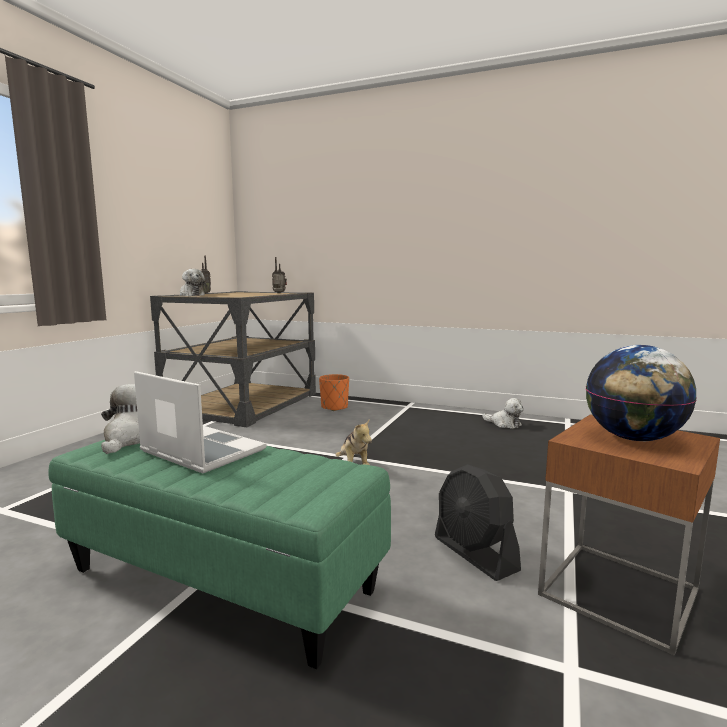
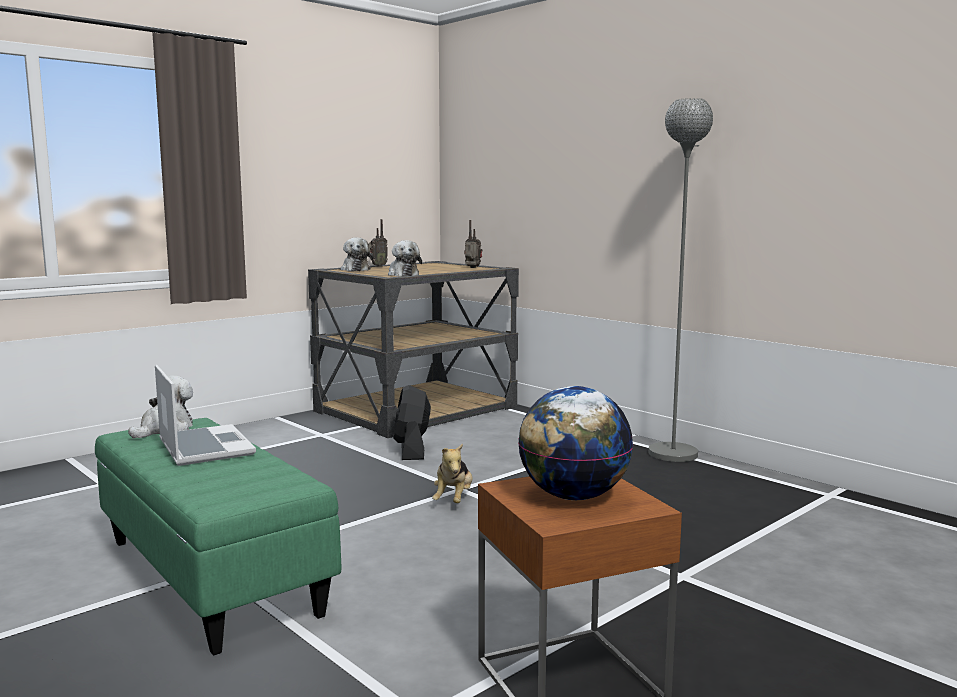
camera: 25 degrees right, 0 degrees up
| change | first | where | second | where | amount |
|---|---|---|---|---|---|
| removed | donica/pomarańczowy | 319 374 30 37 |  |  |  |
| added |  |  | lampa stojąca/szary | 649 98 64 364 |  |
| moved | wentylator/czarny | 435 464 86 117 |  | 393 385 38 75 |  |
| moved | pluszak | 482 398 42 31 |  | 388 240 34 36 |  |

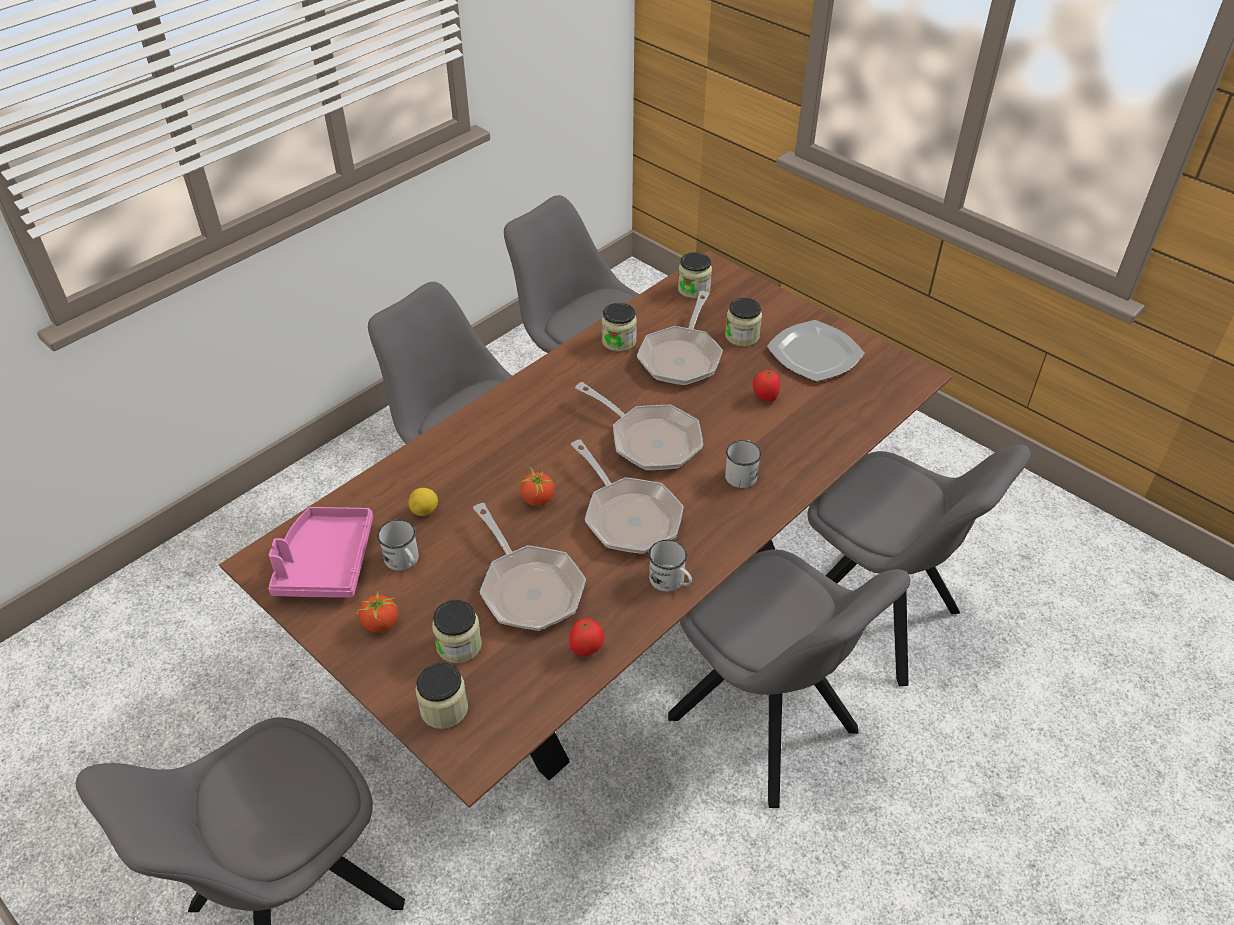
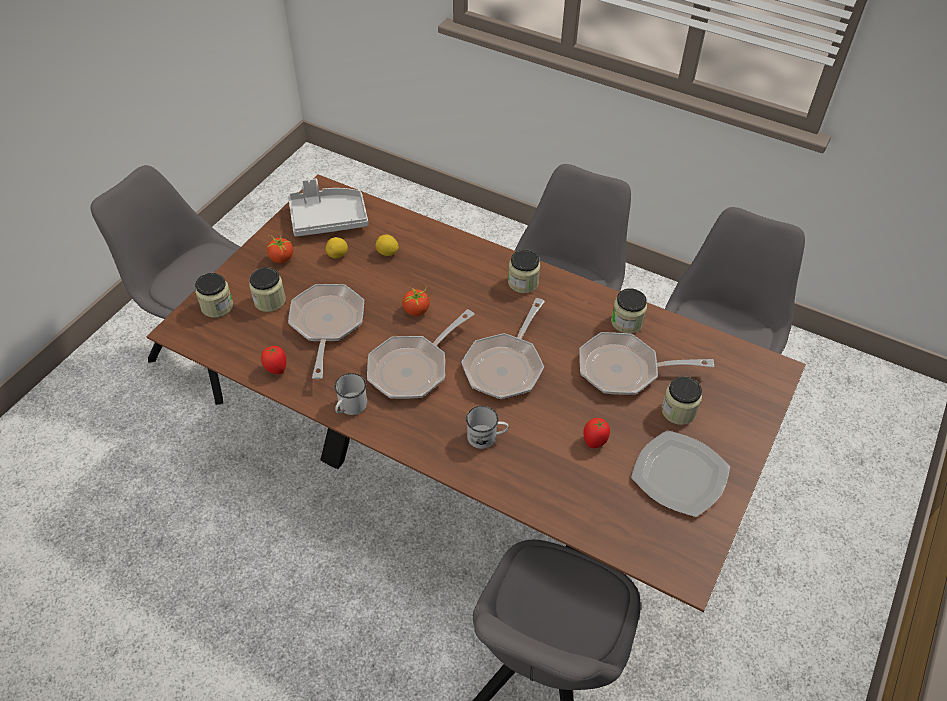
camera: 75 degrees right, 5 degrees up
| change | first | where | second | where | amount |
|---|---|---|---|---|---|
| removed | krzesło/szary | 668 549 243 259 |  |  |  |
| moved | słoik | 678 252 34 47 |  | 508 249 33 44 |  |
| replaced | kubek/biały | 377 519 42 52 | cytryna | 326 237 22 21 |  |
| recoloured | taca/różowy | 268 507 105 90 | taca/szary | 288 178 80 59 |  |
| turned | patelnia | 473 503 113 128 |  | 288 284 76 95 | 135 degrees clockwise |

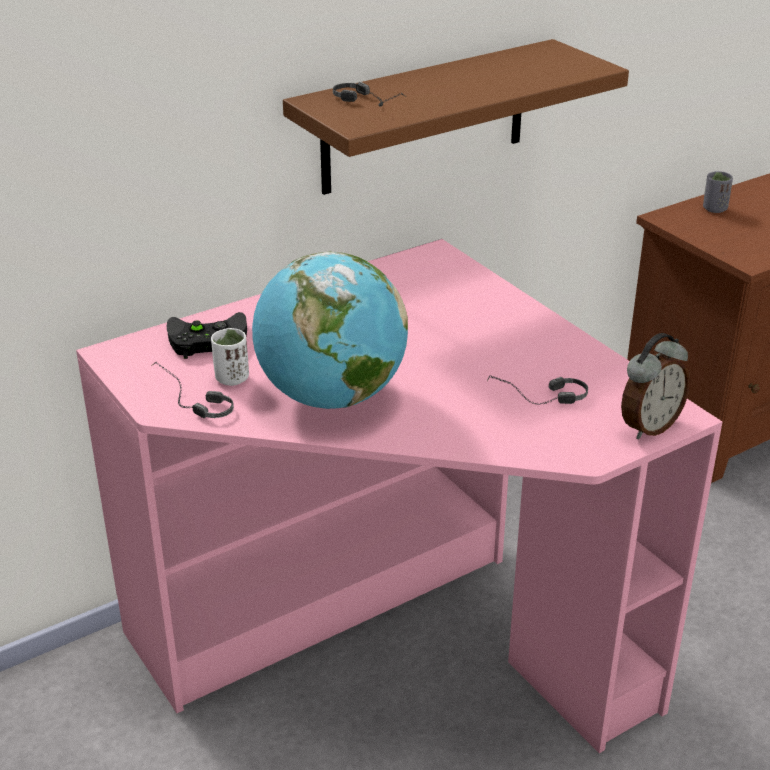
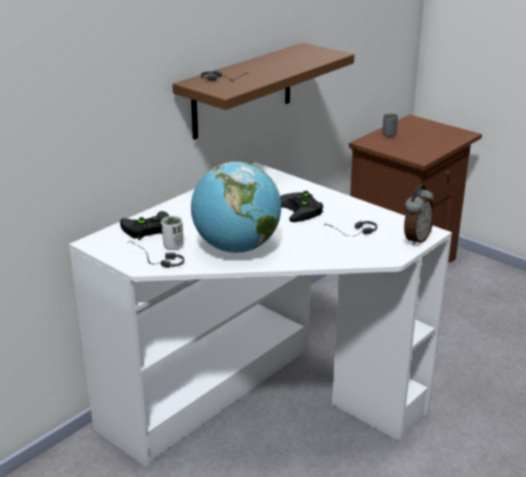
camera: 15 degrees left, 5 degrees down
| change | first | where | second | where | amount |
|---|---|---|---|---|---|
| added |  |  | pad do gier/czarny | 280 191 43 31 |  |
| recoloured | biurko/różowy | 76 239 646 514 | biurko/biały | 69 162 383 305 |  |

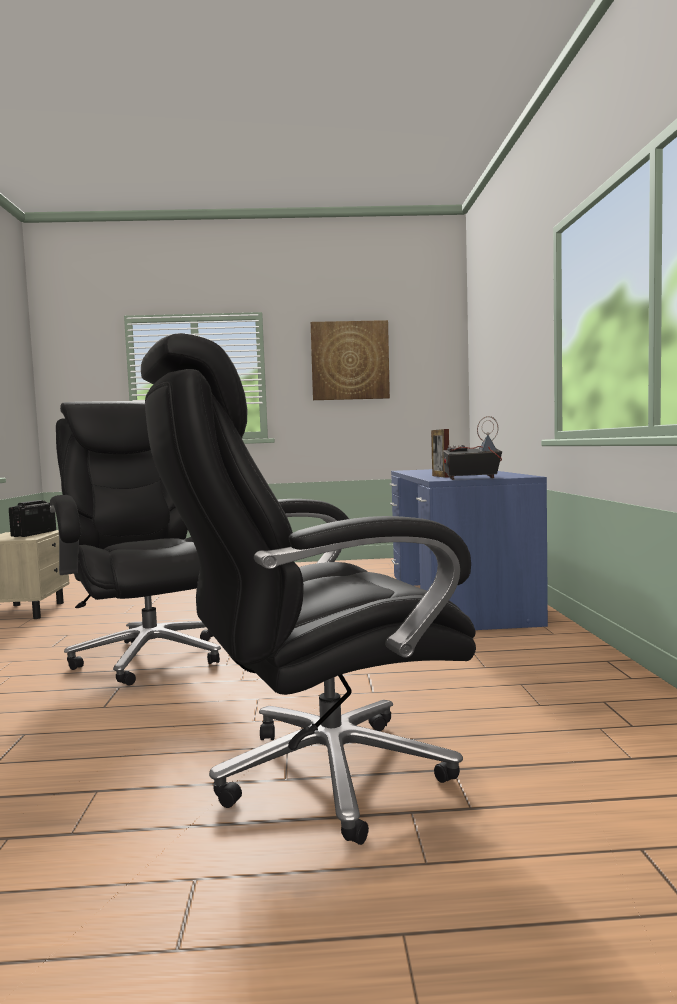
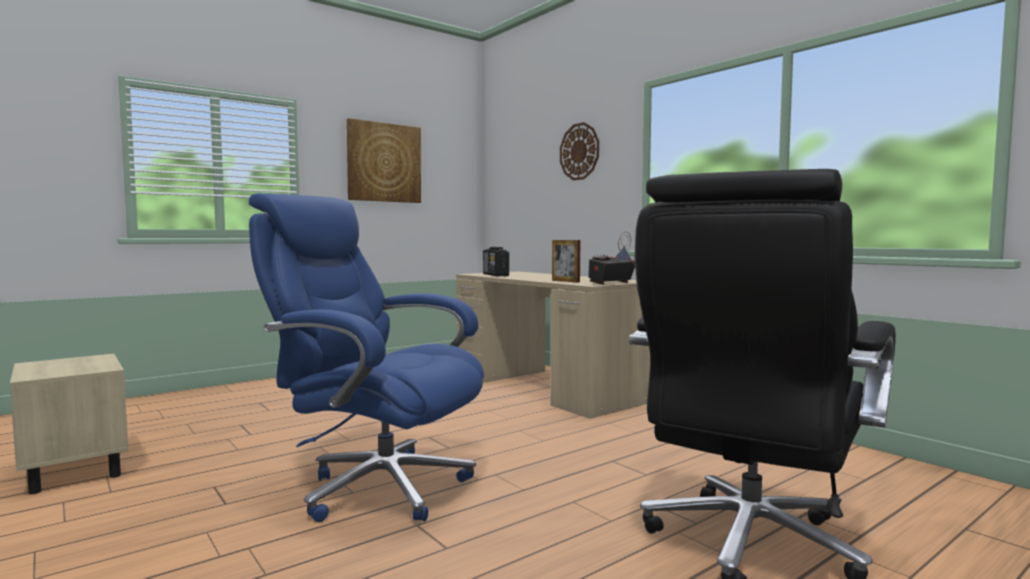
camera: 35 degrees left, 0 degrees up
| change | first | where | second | where | amount |
|---|---|---|---|---|---|
| added |  |  | zegar ścienny | 560 122 39 58 |  |
| moved | radio | 9 500 47 37 |  | 483 247 26 30 |  |
| recoloured | krzesło biurowe/czarny | 50 401 171 284 | krzesło biurowe/niebieski | 249 193 235 329 |  |
| recoloured | biurko/niebieski | 389 469 159 161 | biurko/beżowy | 456 271 194 148 |  |

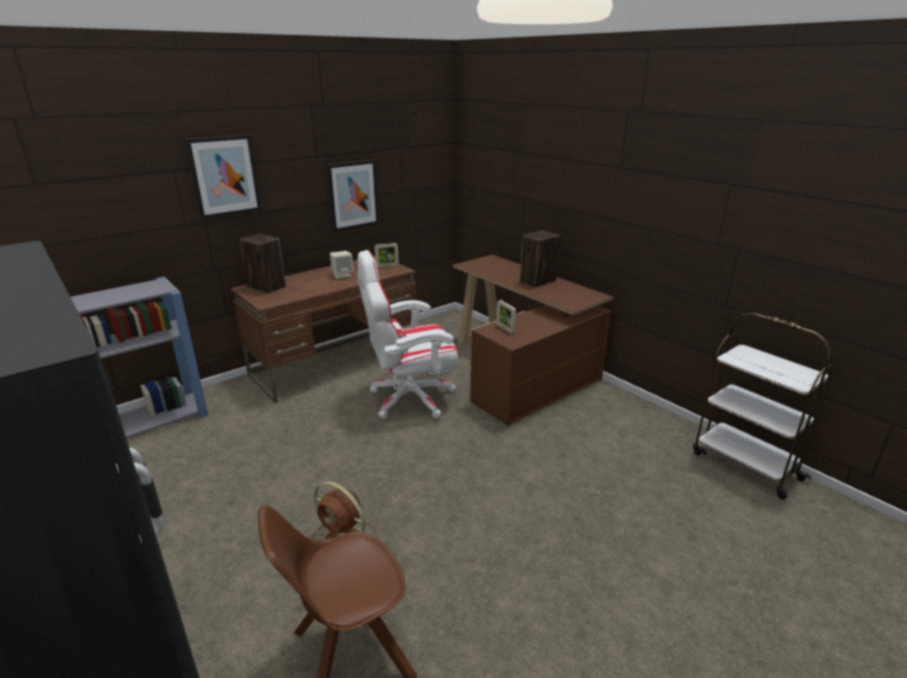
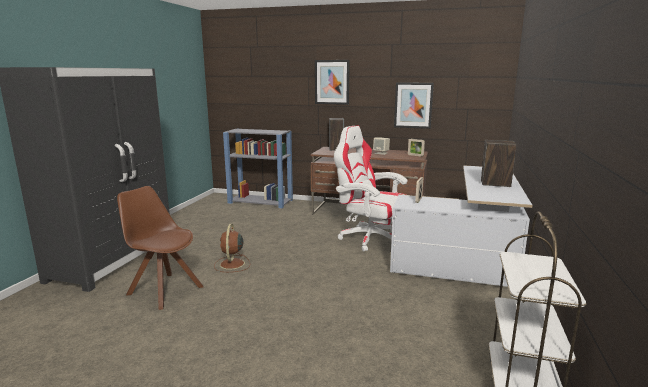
camera: 55 degrees right, 10 degrees down
| change | first | where | second | where | amount |
|---|---|---|---|---|---|
| recoloured | biurko/brązowy | 453 255 161 171 | biurko/biały | 390 166 142 121 |  |

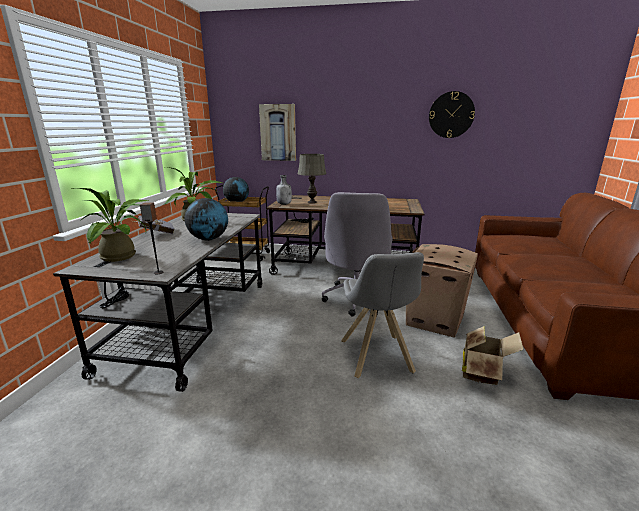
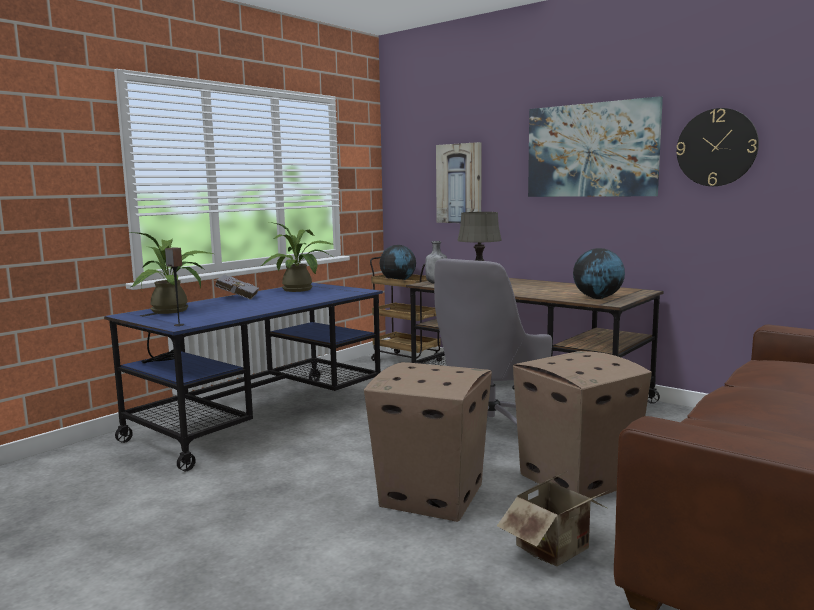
camera: 30 degrees right, 10 degrees down
| change | first | where | second | where | amount |
|---|---|---|---|---|---|
| added |  |  | obraz | 528 96 135 101 |  |
| moved | globus | 184 198 44 43 |  | 573 248 52 51 |  |
| replaced | krzesło/szary | 341 252 83 126 | karton | 364 362 128 160 |  |
| recoloured | biurko/szary | 53 213 210 179 | biurko/niebieski | 104 283 279 188 |  |

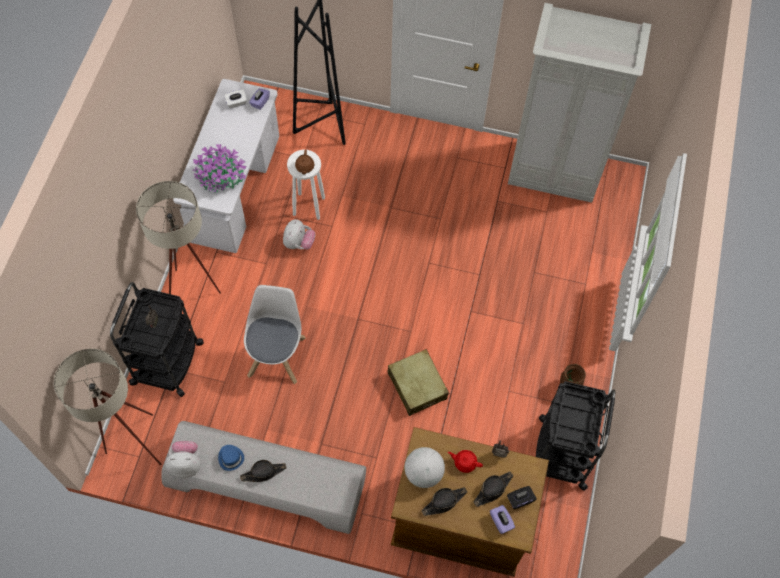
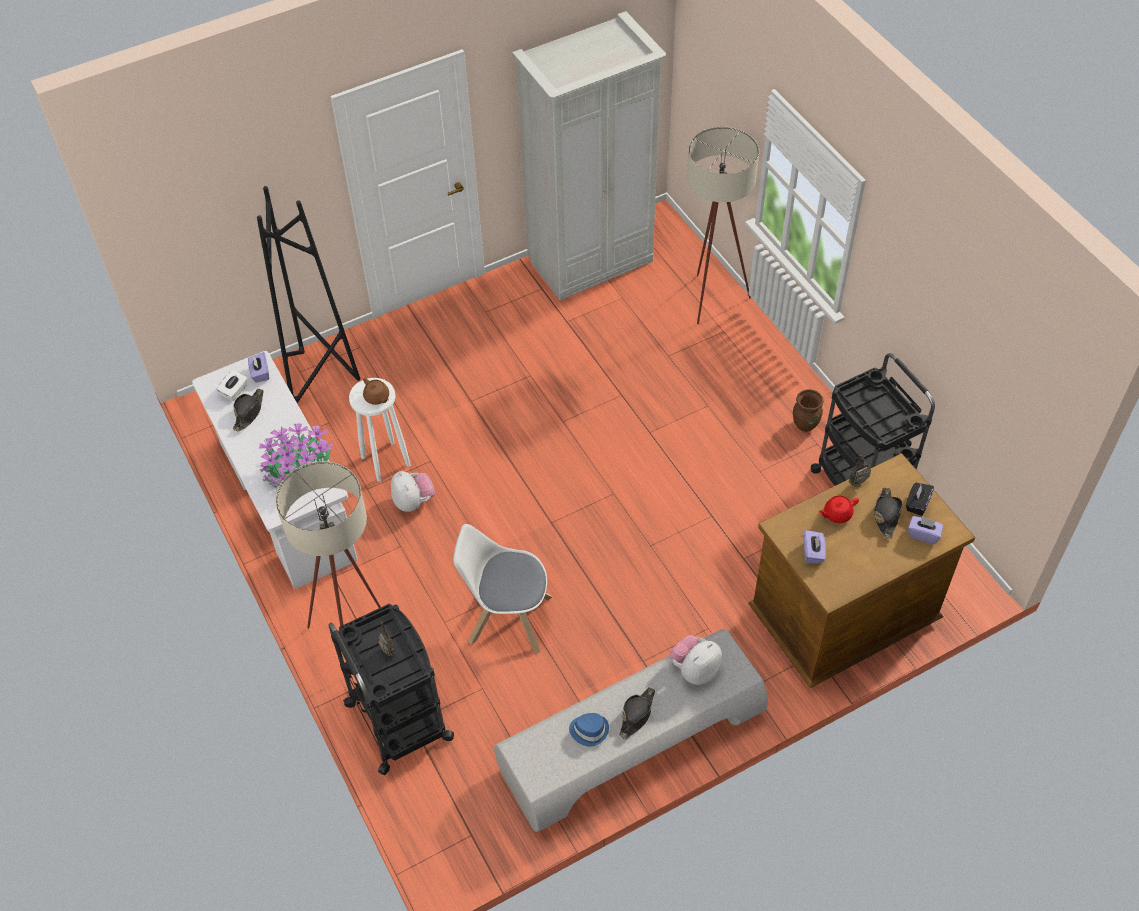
camera: 40 degrees left, 10 degrees down
| change | first | where | second | where | amount |
|---|---|---|---|---|---|
| removed | walizka/beżowy | 387 349 62 67 |  |  |  |
| moved | lampa stojąca/beżowy | 54 349 108 116 |  | 687 126 72 198 |  |
| moved | pluszak | 165 441 36 37 |  | 669 635 53 50 |  |
| moved | kapelusz/czarny | 422 487 45 29 |  | 233 388 31 43 |  |
| replaced | globus | 405 447 40 41 | pudełko chusteczek/fioletowy | 804 530 22 34 |  |
| turned | krzesło | 244 285 62 100 |  | 453 524 99 130 | 45 degrees counterclockwise |

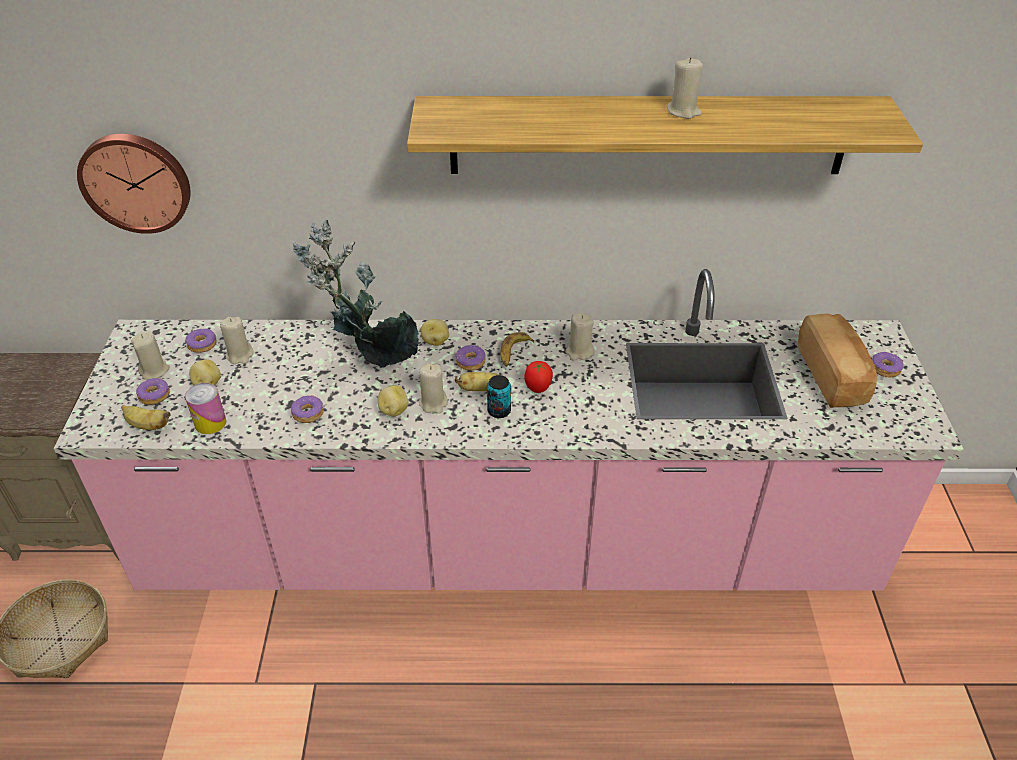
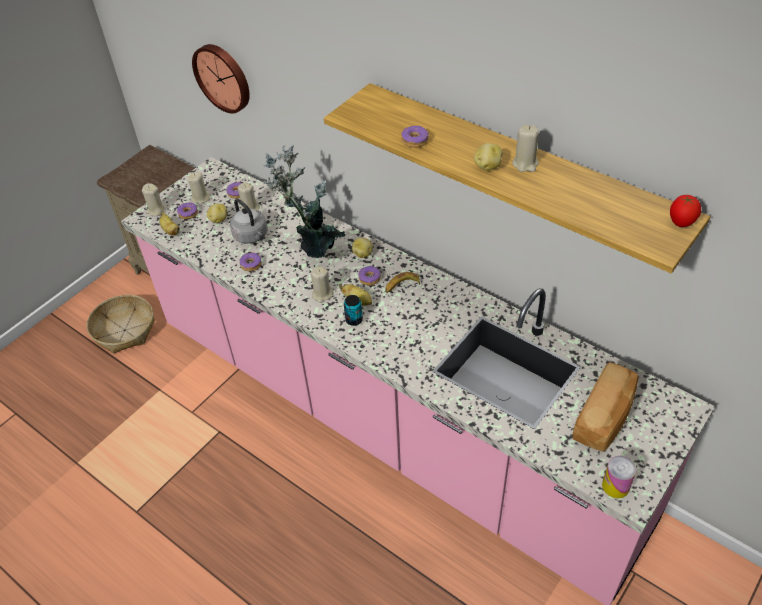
camera: 40 degrees right, 5 degrees up
| change | first | where | second | where | amount |
|---|---|---|---|---|---|
| added |  |  | czajnik/szary | 230 199 37 45 |  |
| moved | puszka | 185 383 41 51 |  | 602 456 34 42 |  |
| moved | ziemniak | 378 385 30 31 |  | 474 143 28 28 |  |
| moved | pomidor | 524 361 29 32 |  | 670 195 31 32 |  |
| moved | świeca/beżowy | 565 313 30 48 |  | 142 183 24 33 |  |
| moved | donut | 872 352 32 25 |  | 402 126 27 22 |  |

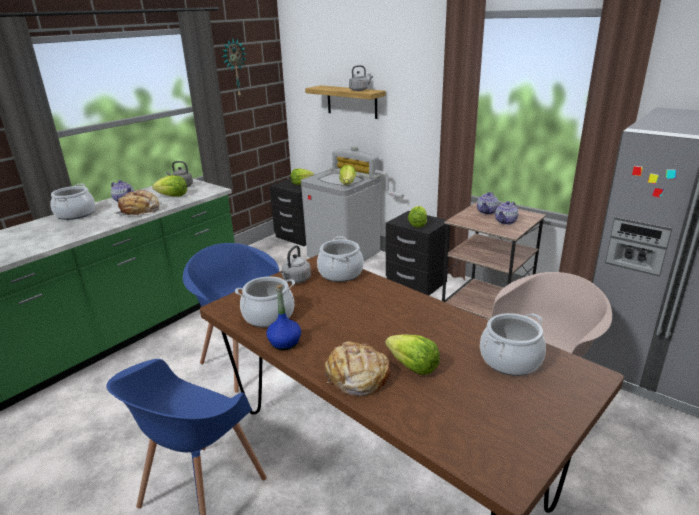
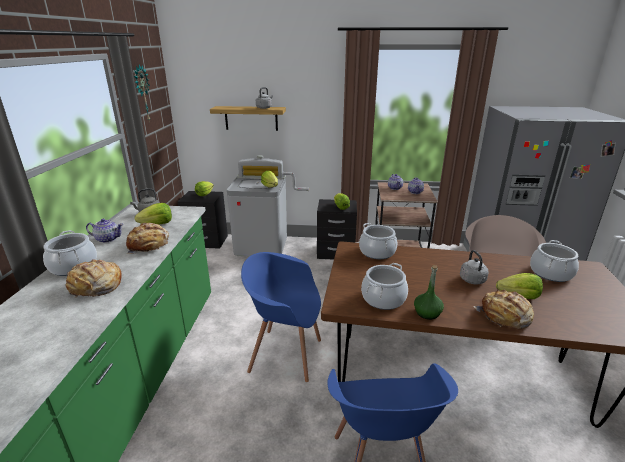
camera: 35 degrees left, 0 degrees up
| change | first | where | second | where | amount |
|---|---|---|---|---|---|
| added |  |  | chleb | 65 259 56 39 |  |
| moved | czajnik/szary | 281 245 30 38 |  | 460 250 29 34 |  |
| recoloured | butelka/niebieski | 266 284 35 66 | butelka/zielony | 414 265 30 55 |  |

